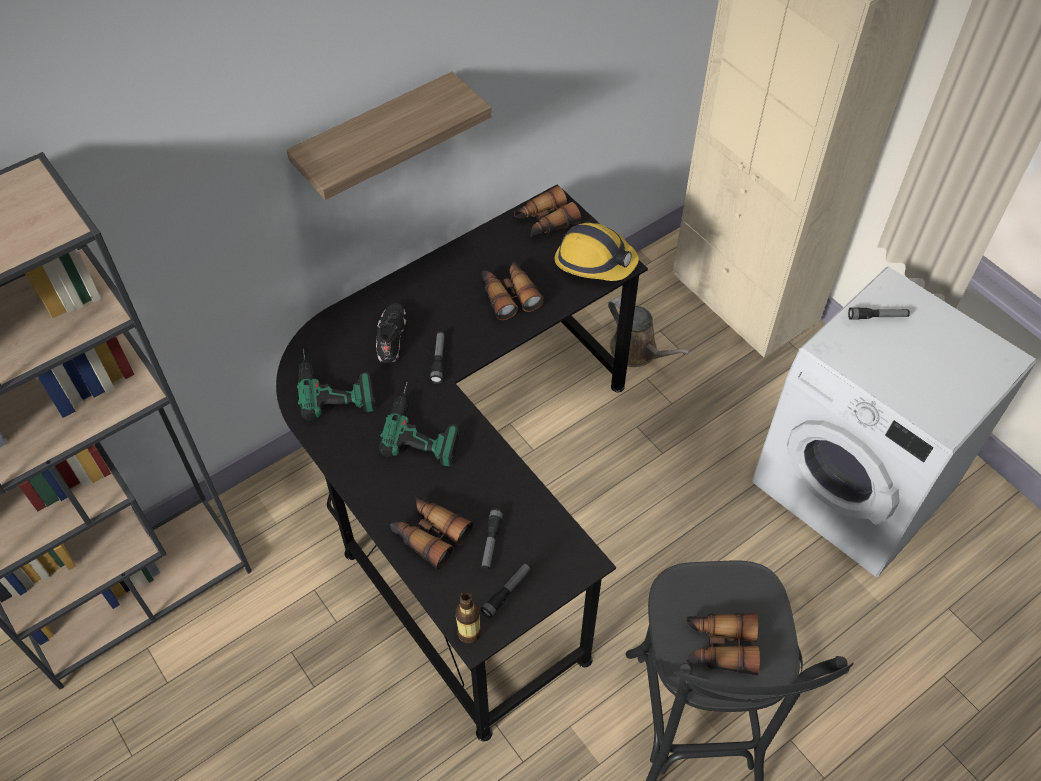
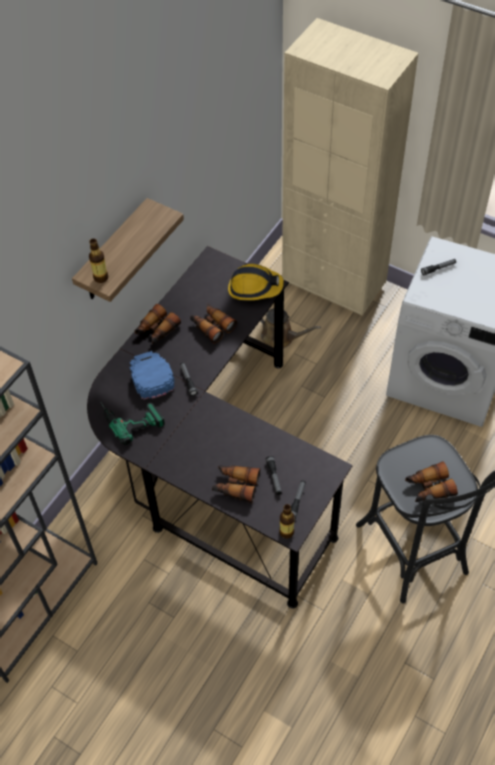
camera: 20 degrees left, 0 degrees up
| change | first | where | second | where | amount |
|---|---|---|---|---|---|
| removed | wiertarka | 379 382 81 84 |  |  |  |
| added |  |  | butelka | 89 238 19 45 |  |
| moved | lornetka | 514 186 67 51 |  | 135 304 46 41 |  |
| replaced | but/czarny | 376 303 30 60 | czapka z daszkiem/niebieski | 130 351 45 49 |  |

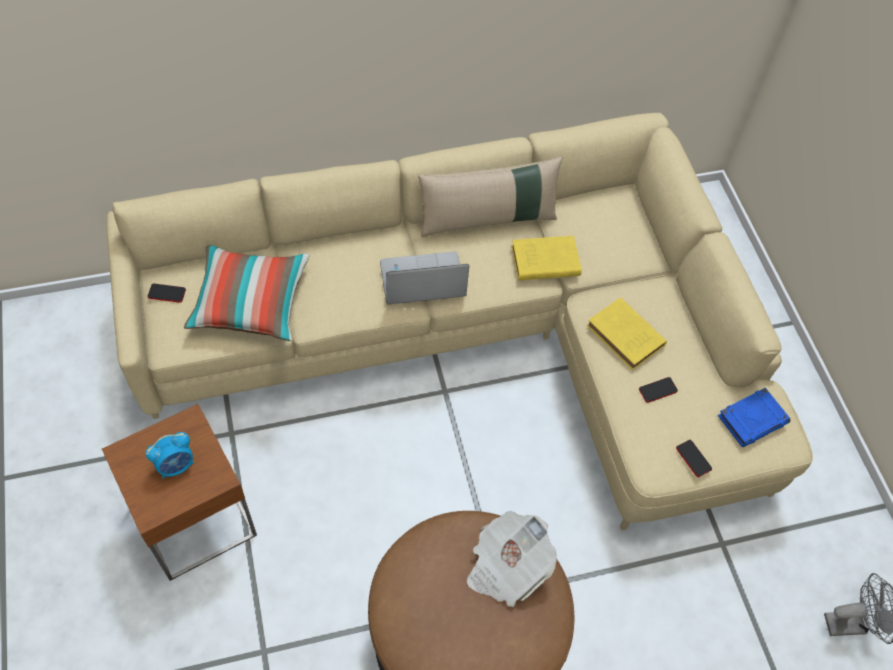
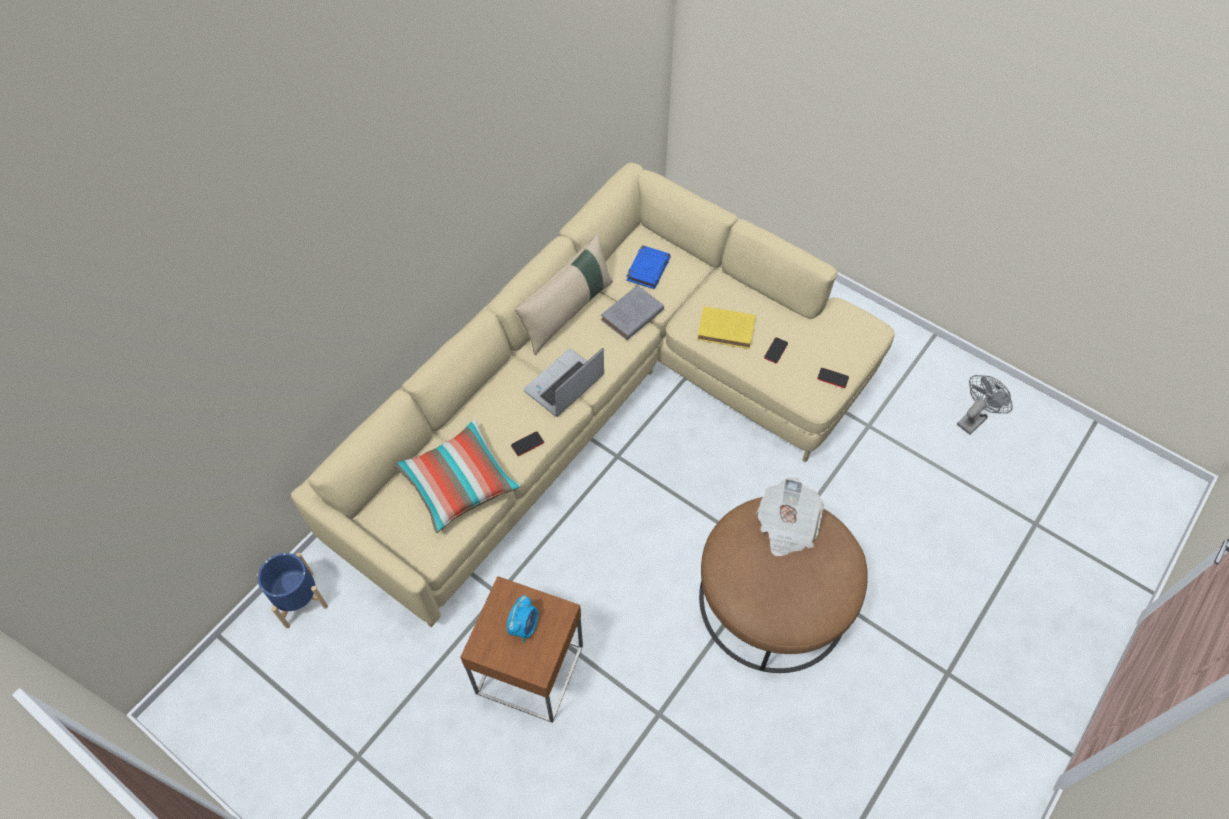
camera: 35 degrees left, 0 degrees up
| change | first | where | second | where | amount |
|---|---|---|---|---|---|
| added |  |  | donica/niebieski | 257 553 71 75 |  |
| moved | telefon | 147 284 39 19 |  | 511 431 33 25 |  |
| moved | książka/niebieski | 718 388 72 59 |  | 626 245 45 44 |  |
| recoloured | książka/żółty | 511 236 71 44 | książka/szary | 601 285 63 55 |  |

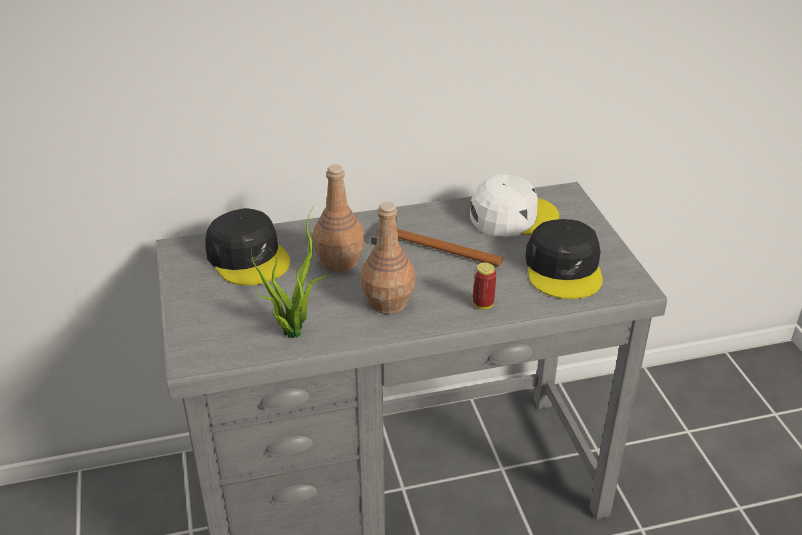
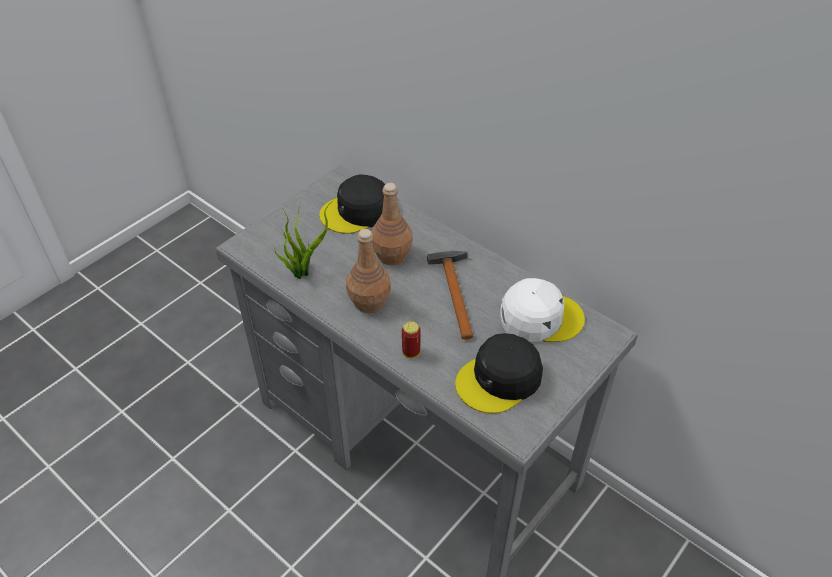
camera: 55 degrees right, 10 degrees up
| change | first | where | second | where | amount |
|---|---|---|---|---|---|
| turned | czapka z daszkiem/czarny | 205 208 85 78 |  | 319 174 66 60 | 45 degrees clockwise |
| turned | czapka z daszkiem/biały | 470 174 89 63 |  | 500 278 85 64 | 45 degrees counterclockwise |

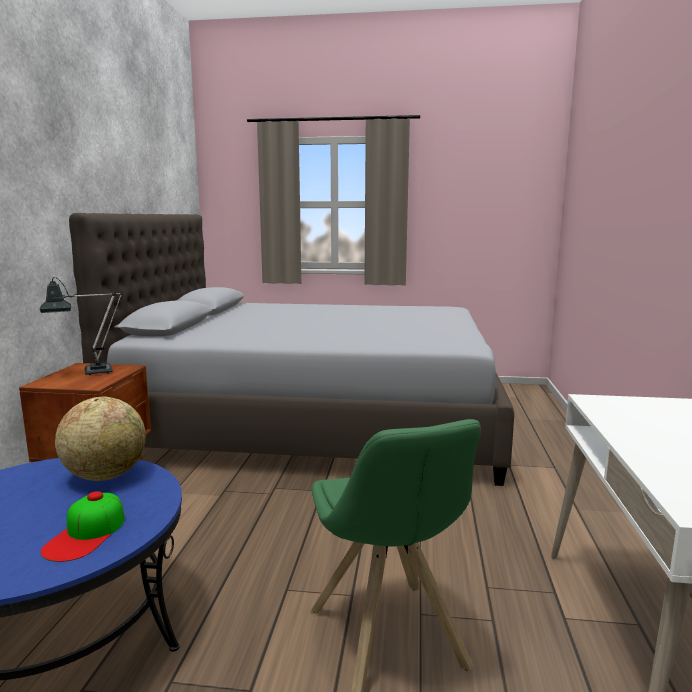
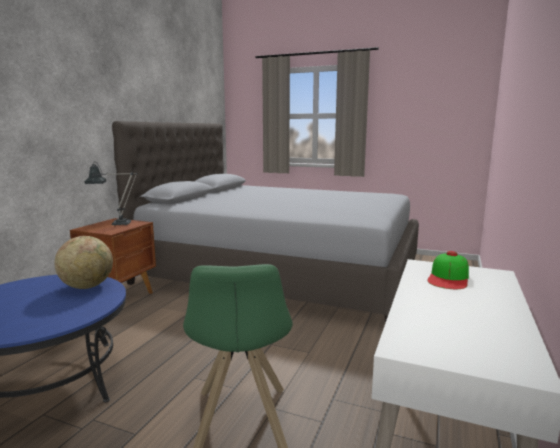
camera: 15 degrees right, 0 degrees up
| change | first | where | second | where | amount |
|---|---|---|---|---|---|
| moved | czapka z daszkiem | 41 491 84 71 |  | 428 251 41 38 |  |

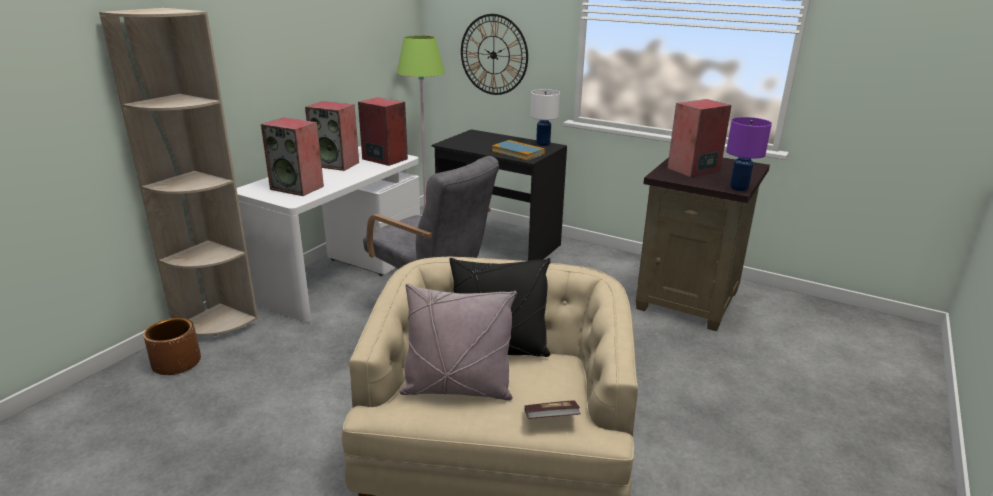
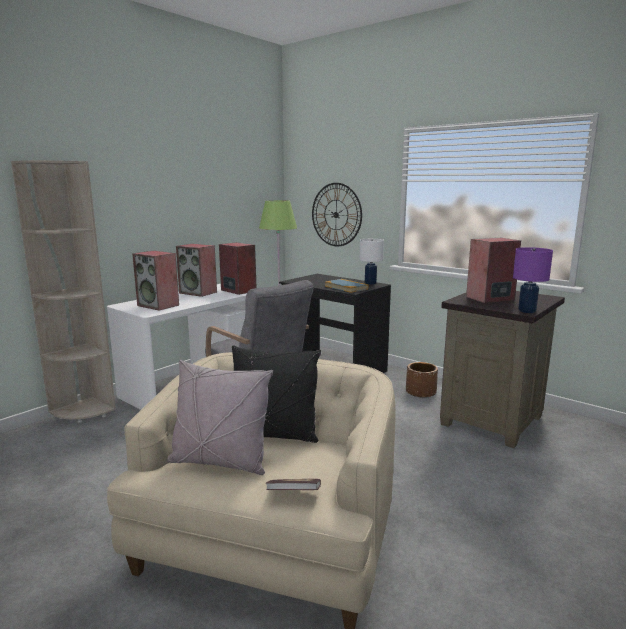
camera: 10 degrees right, 10 degrees down
| change | first | where | second | where | amount |
|---|---|---|---|---|---|
| moved | donica/brązowy | 143 318 58 57 |  | 406 362 32 36 |  |

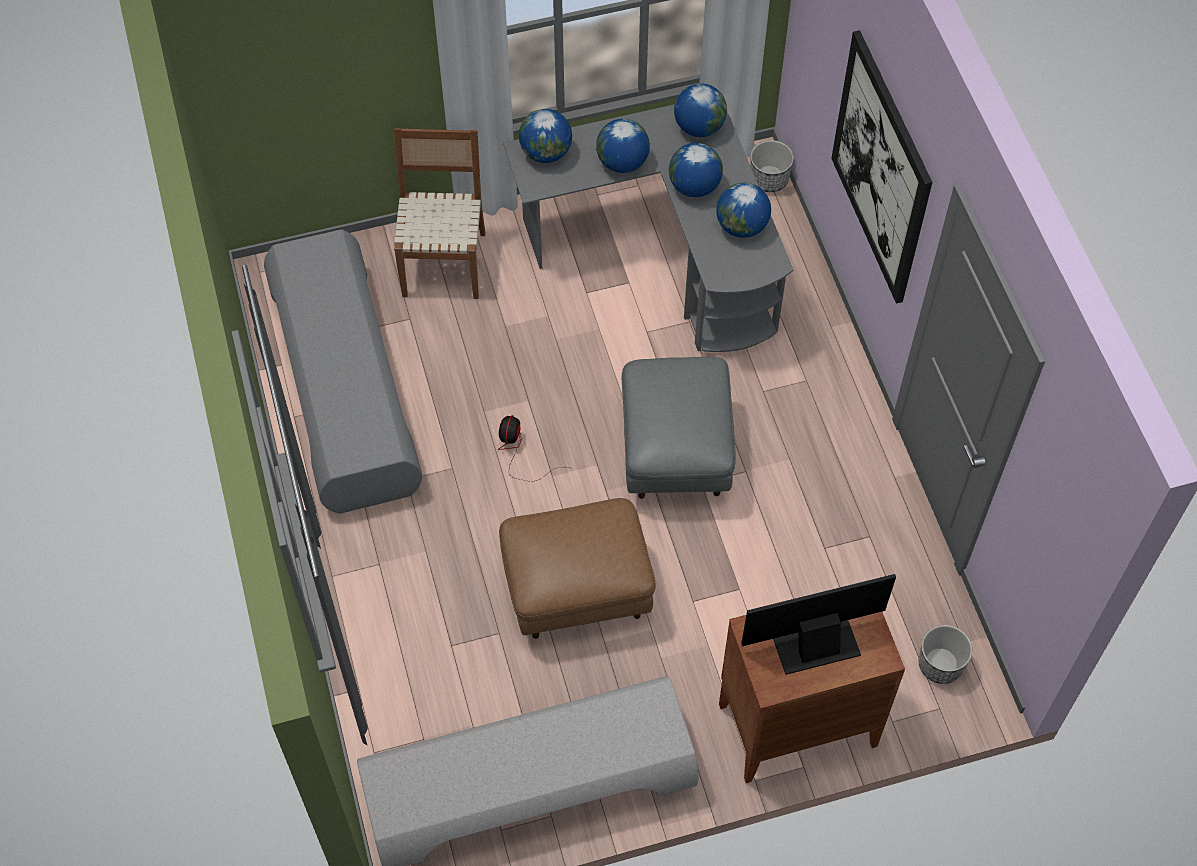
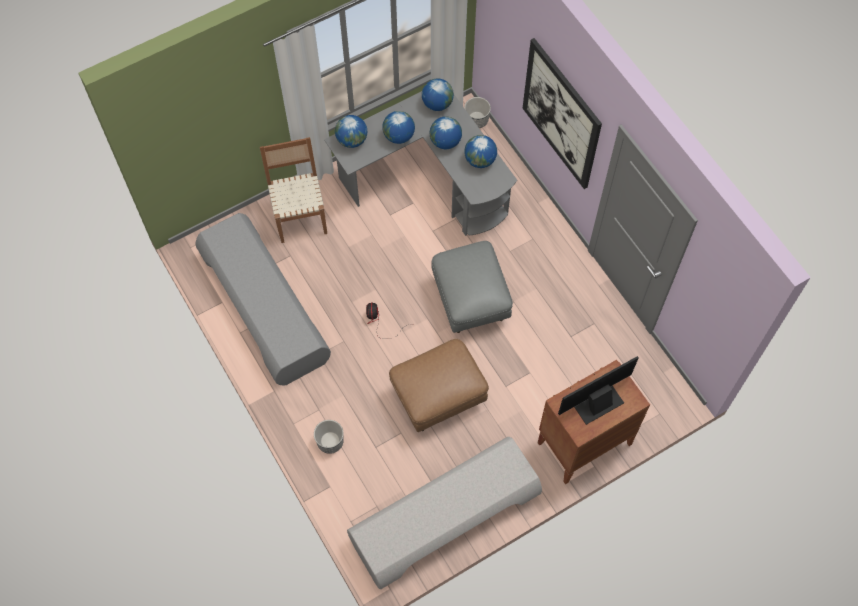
camera: 15 degrees left, 5 degrees up
| change | first | where | second | where | amount |
|---|---|---|---|---|---|
| moved | donica | 919 625 54 59 |  | 314 420 30 34 |  |

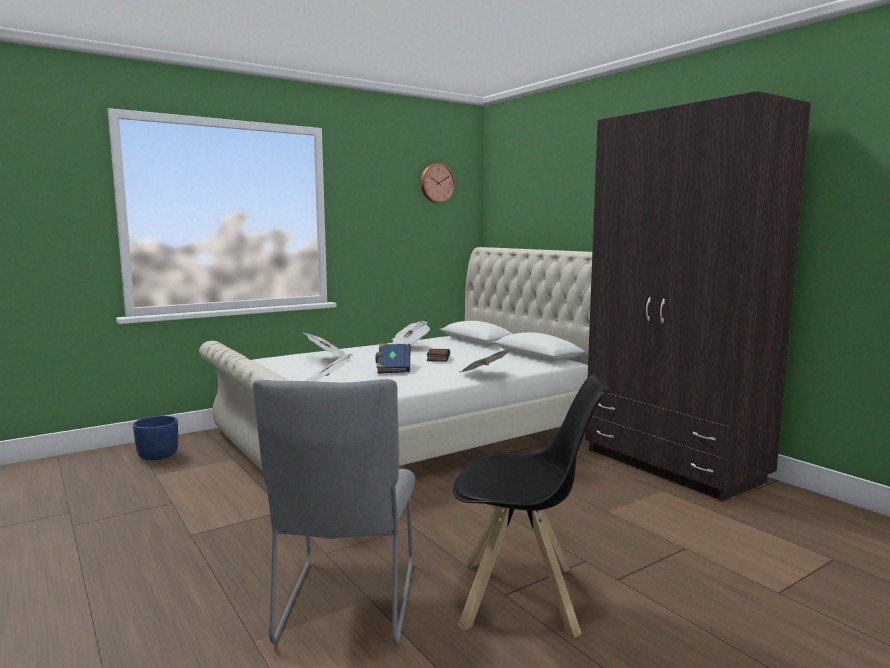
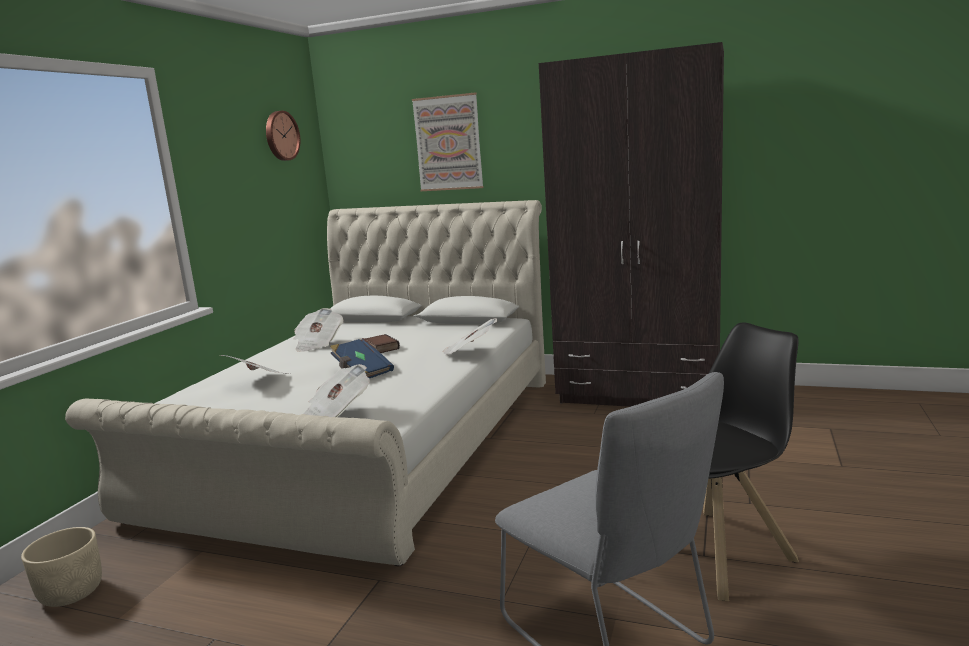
camera: 35 degrees left, 5 degrees up
| change | first | where | second | where | amount |
|---|---|---|---|---|---|
| added |  |  | obraz | 412 93 72 98 |  |
| recoloured | donica/niebieski | 133 416 45 44 | donica/beżowy | 21 527 81 80 |  |

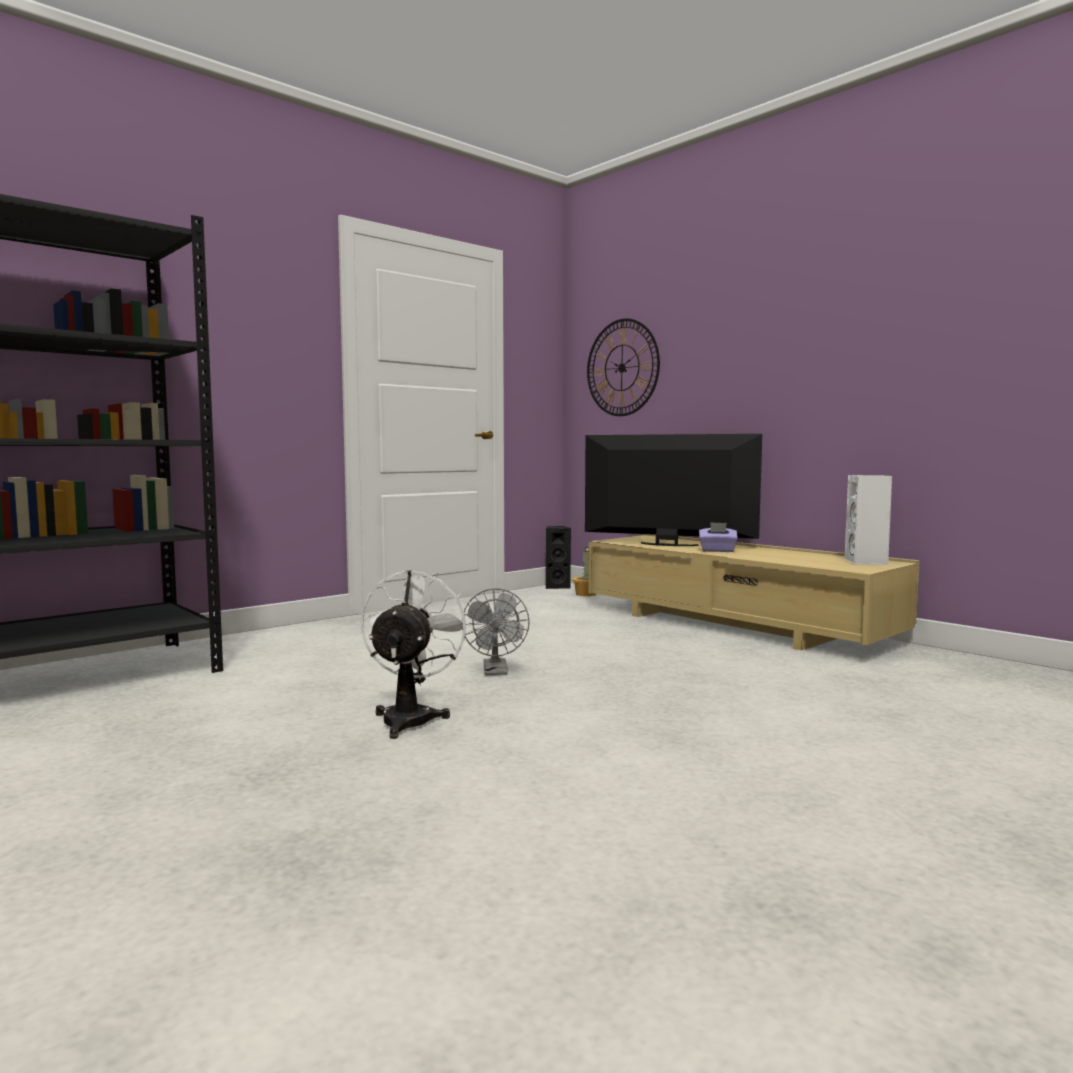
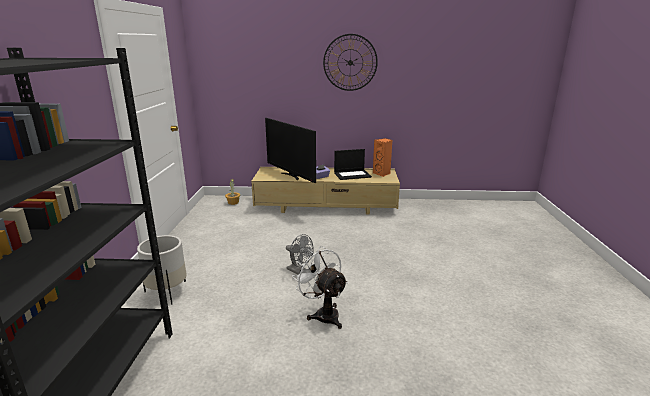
camera: 45 degrees left, 15 degrees up
| change | first | where | second | where | amount |
|---|---|---|---|---|---|
| removed | głośnik/czarny | 546 526 25 63 |  |  |  |
| added |  |  | donica/biały | 137 235 49 70 |  |
| added |  |  | laptop | 334 149 38 31 |  |
| moved | zegar ścienny | 587 318 73 98 |  | 323 34 55 57 |  |
| recoloured | głośnik/biały | 844 475 48 90 | głośnik/pomarańczowy | 373 138 19 39 |  |
| turned | telewizor | 585 434 177 112 |  | 265 118 51 65 | 105 degrees counterclockwise |

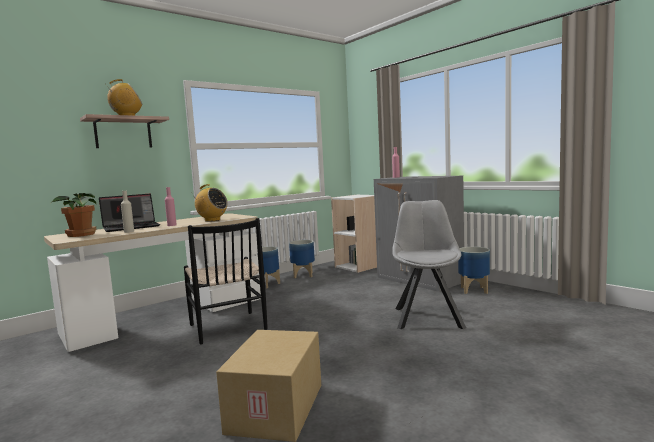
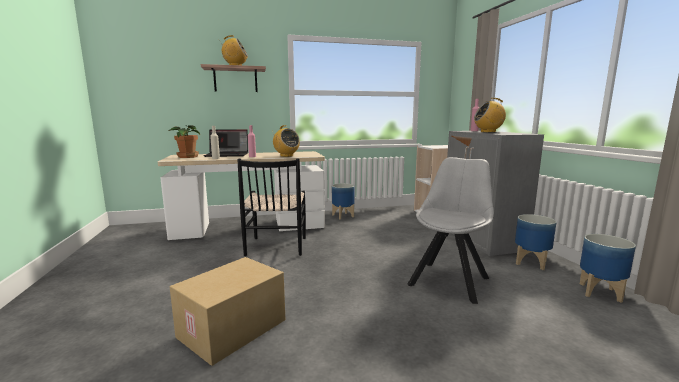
camera: 25 degrees right, 5 degrees up
| change | first | where | second | where | amount |
|---|---|---|---|---|---|
| added |  |  | radio | 474 98 32 35 |  |
| moved | donica | 289 240 26 38 |  | 580 234 56 69 |  |

